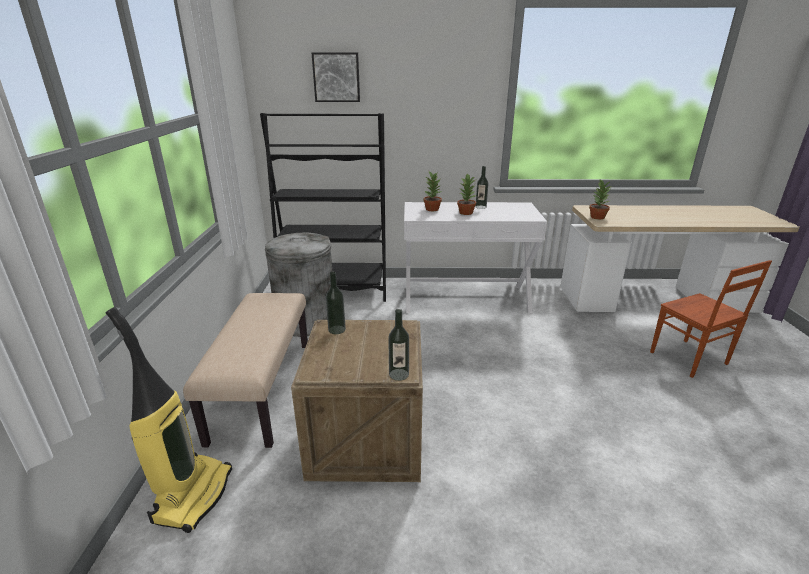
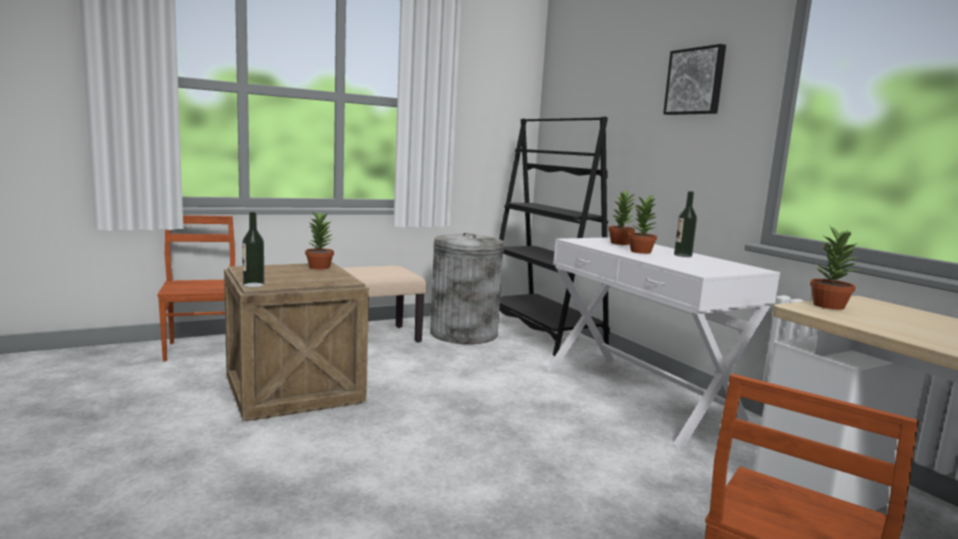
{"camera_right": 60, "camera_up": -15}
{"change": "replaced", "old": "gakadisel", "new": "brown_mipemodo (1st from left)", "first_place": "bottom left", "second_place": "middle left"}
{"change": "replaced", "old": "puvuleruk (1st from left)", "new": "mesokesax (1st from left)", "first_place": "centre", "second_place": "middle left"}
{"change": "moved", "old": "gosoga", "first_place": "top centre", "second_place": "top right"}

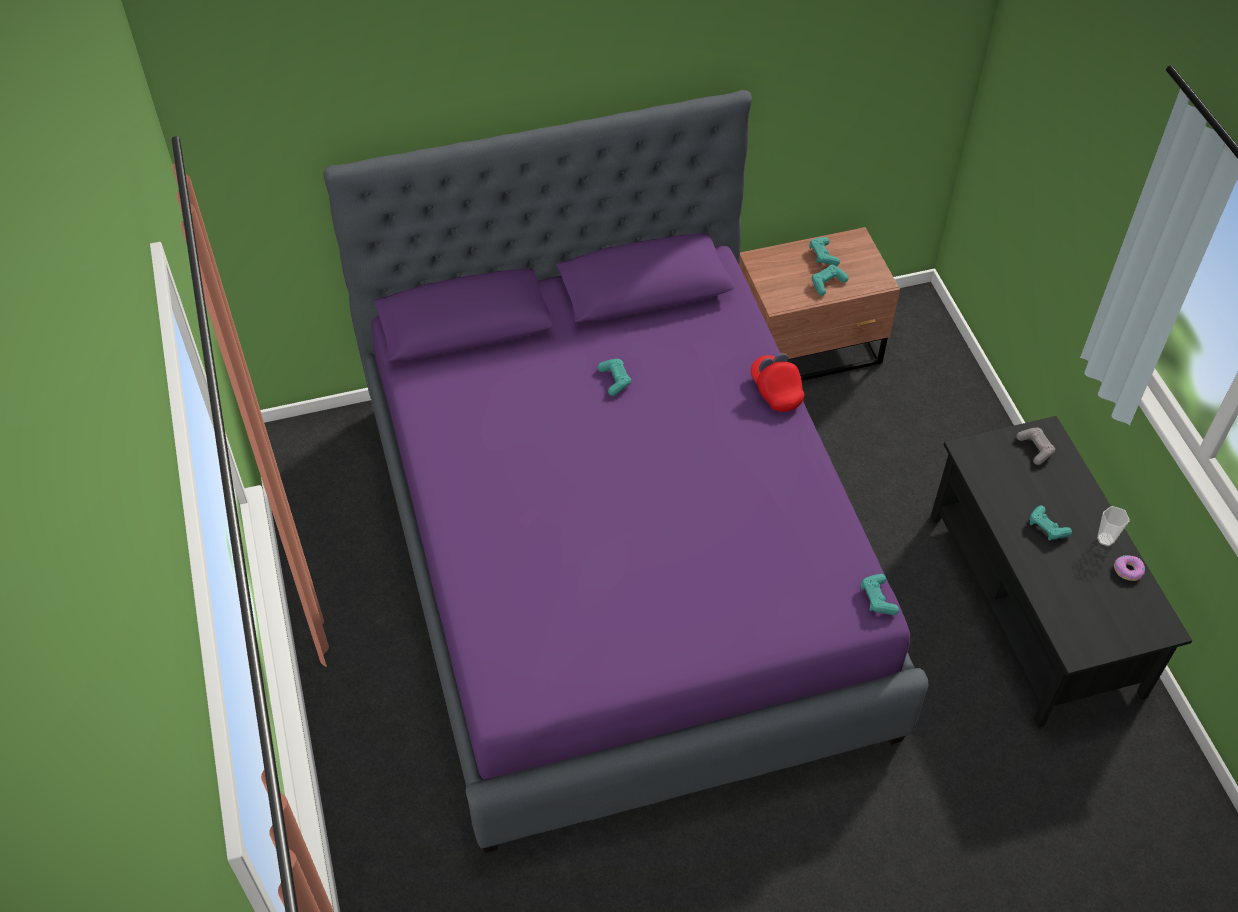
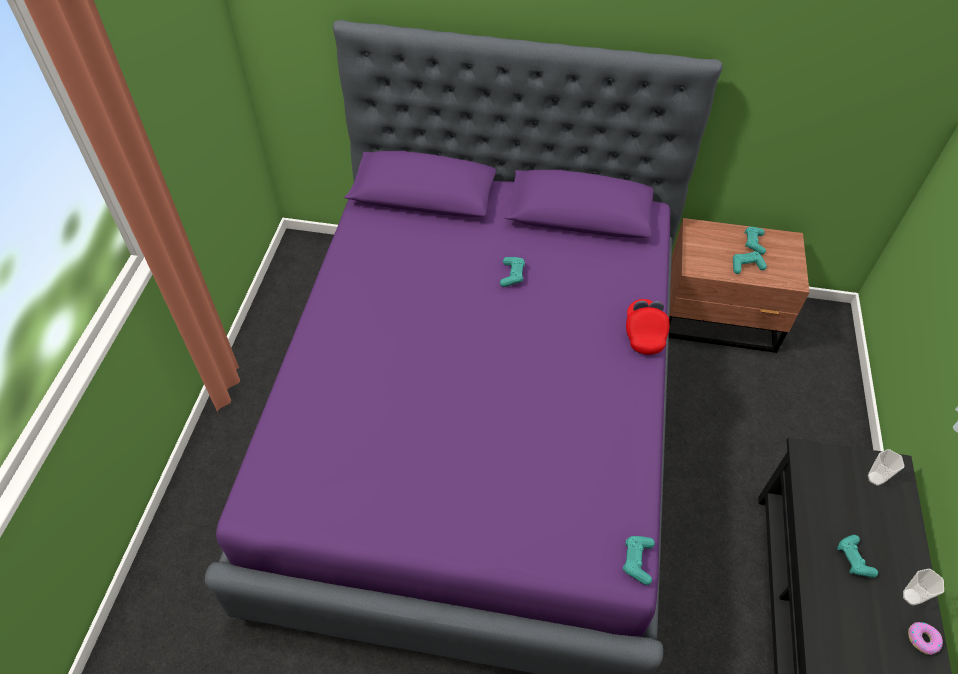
{"camera_right": 25, "camera_up": 0}
{"change": "replaced", "old": "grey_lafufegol", "new": "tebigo (1st from left)", "first_place": "middle right", "second_place": "bottom right"}

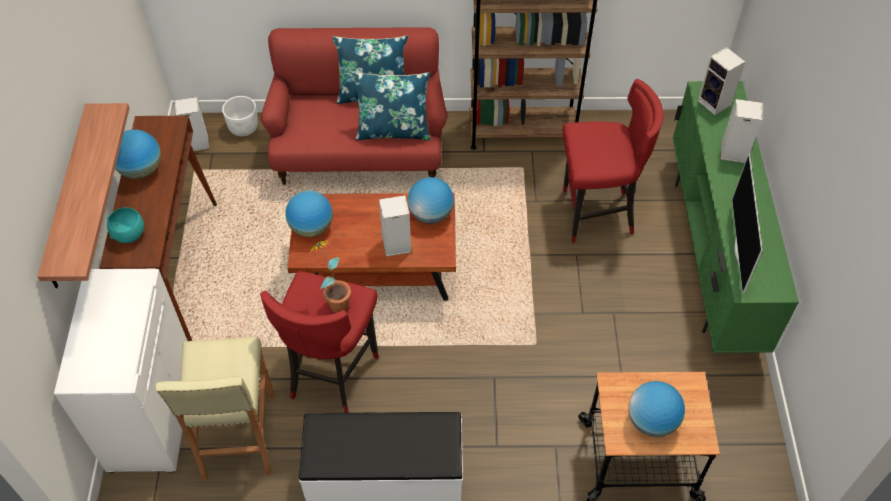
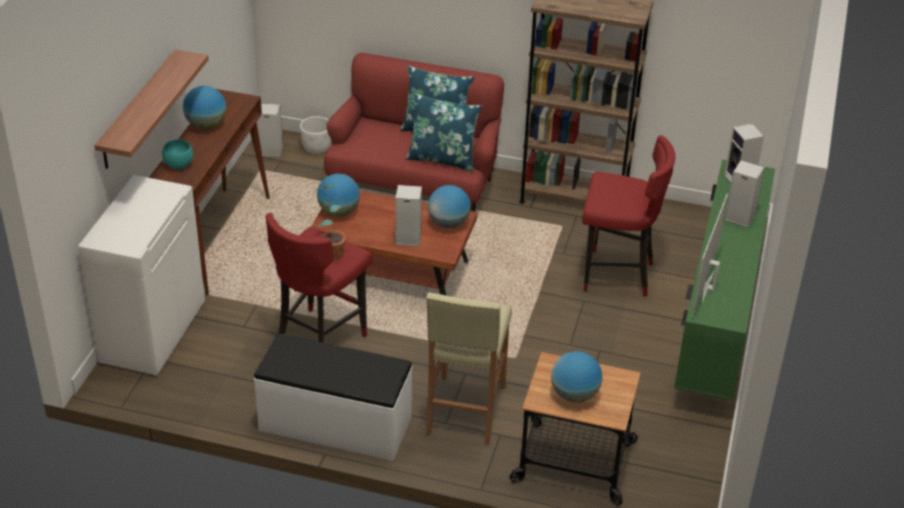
{"camera_right": 15, "camera_up": -15}
{"change": "moved", "old": "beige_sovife", "first_place": "bottom left", "second_place": "bottom centre"}

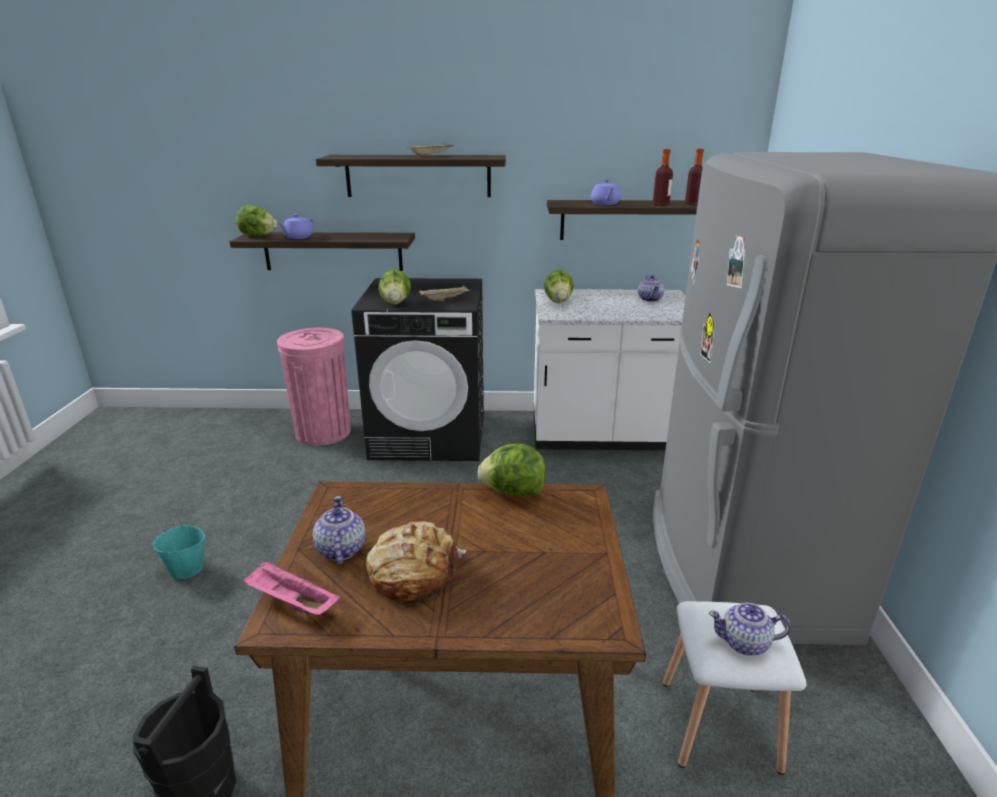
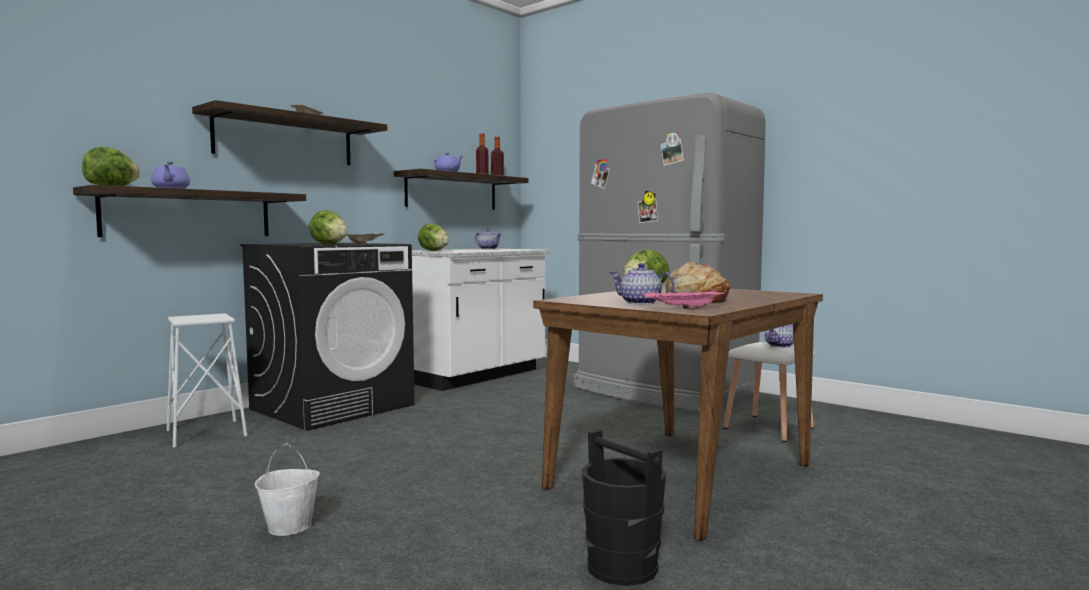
{"camera_right": -50, "camera_up": -20}
{"change": "replaced", "old": "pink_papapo", "new": "white_sovife (1st from left)", "first_place": "middle left", "second_place": "middle left"}
{"change": "recoloured", "old": "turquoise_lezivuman", "new": "white_lezivuman", "first_place": "bottom left", "second_place": "bottom left"}

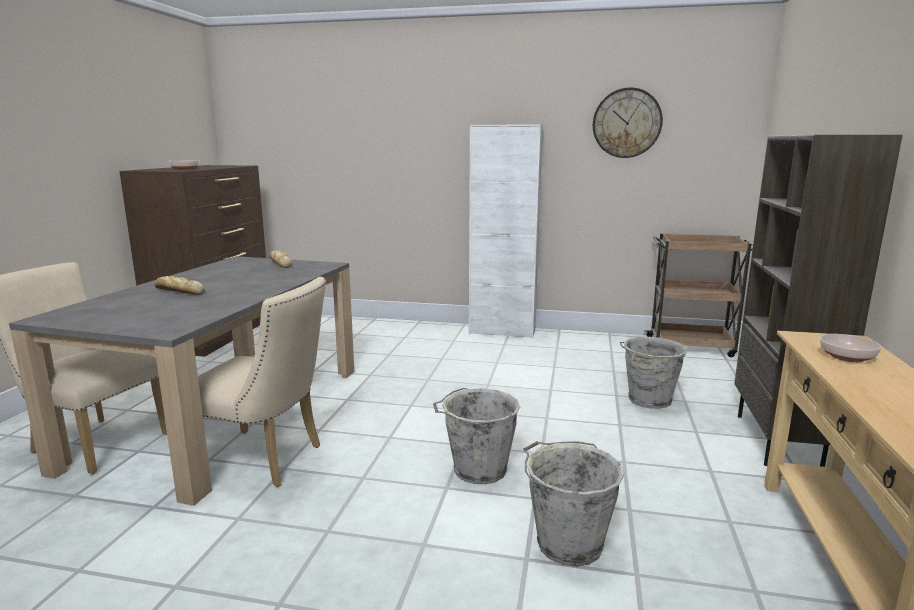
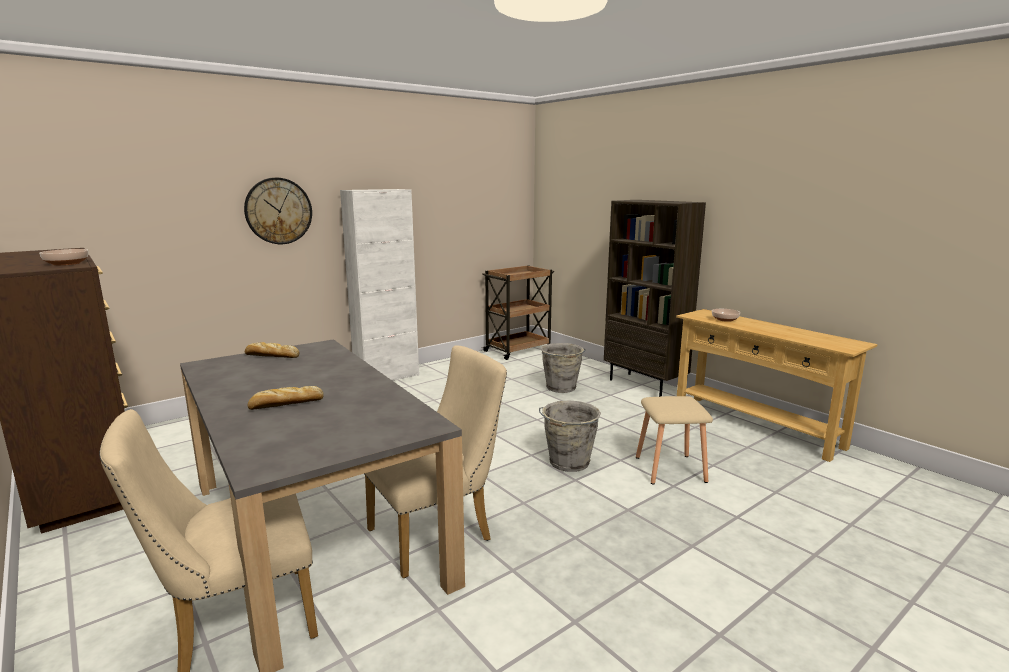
{"camera_right": -50, "camera_up": 0}
{"change": "moved", "old": "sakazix", "first_place": "top right", "second_place": "top left"}
{"change": "replaced", "old": "grey_lezivuman (2nd from left)", "new": "beige_sovife", "first_place": "bottom centre", "second_place": "middle right"}

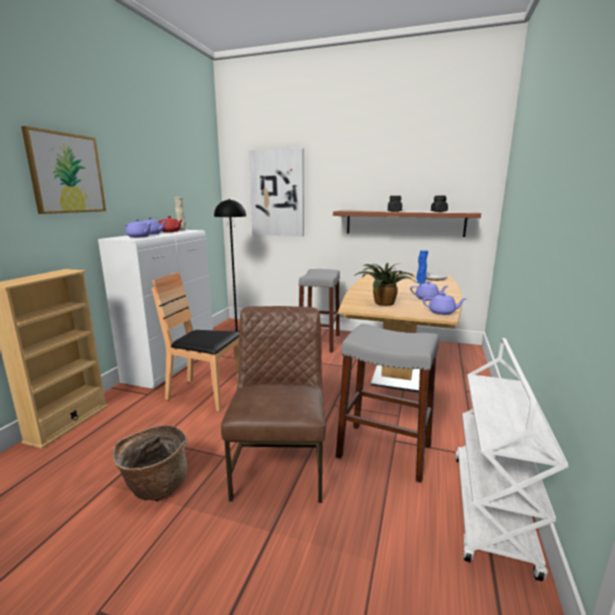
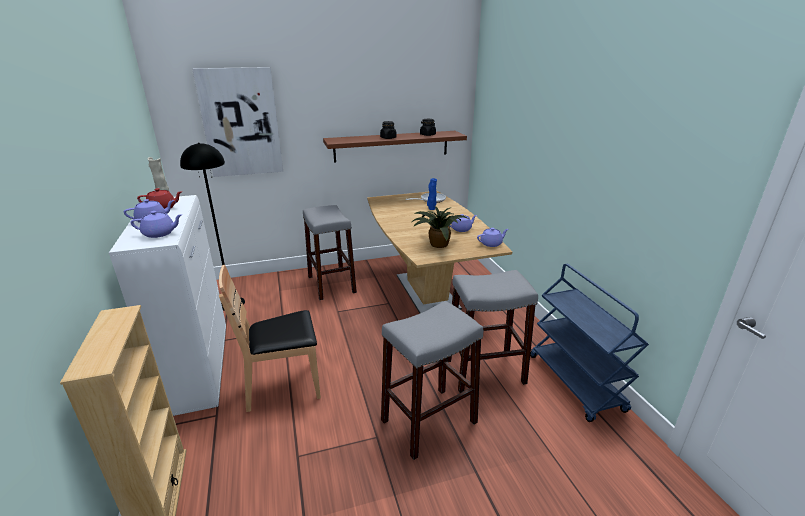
{"camera_right": -35, "camera_up": 10}
{"change": "replaced", "old": "brown_mipemodo (2nd from left)", "new": "grey_sovife (2nd from left)", "first_place": "centre", "second_place": "bottom centre"}
{"change": "recoloured", "old": "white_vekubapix", "new": "blue_vekubapix", "first_place": "bottom right", "second_place": "middle right"}
{"change": "removed", "old": "gosoga (1st from left)", "first_place": "top left"}
{"change": "removed", "old": "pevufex", "first_place": "bottom left"}

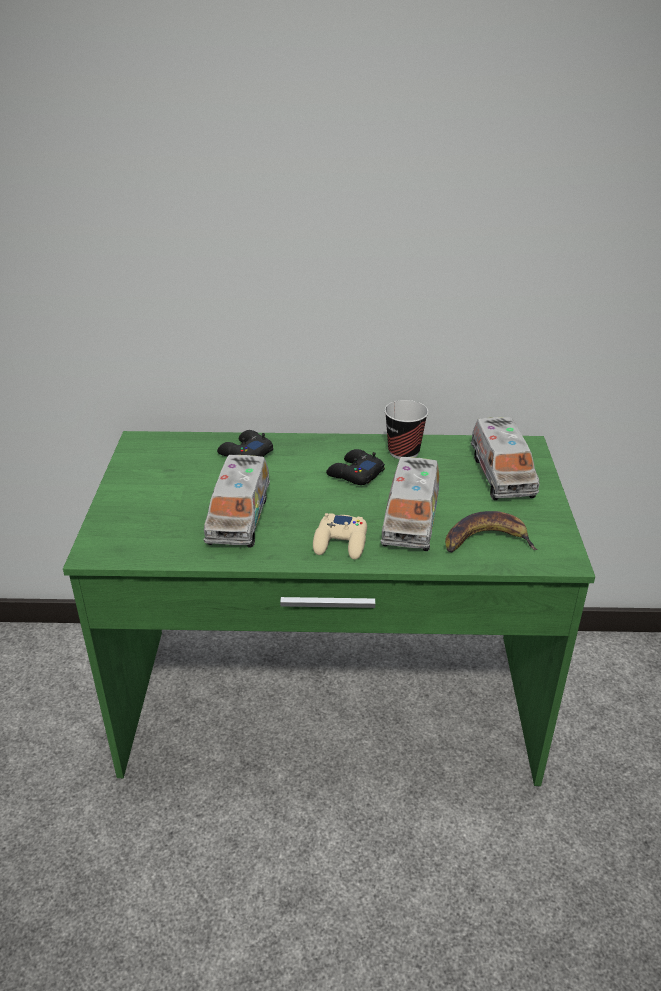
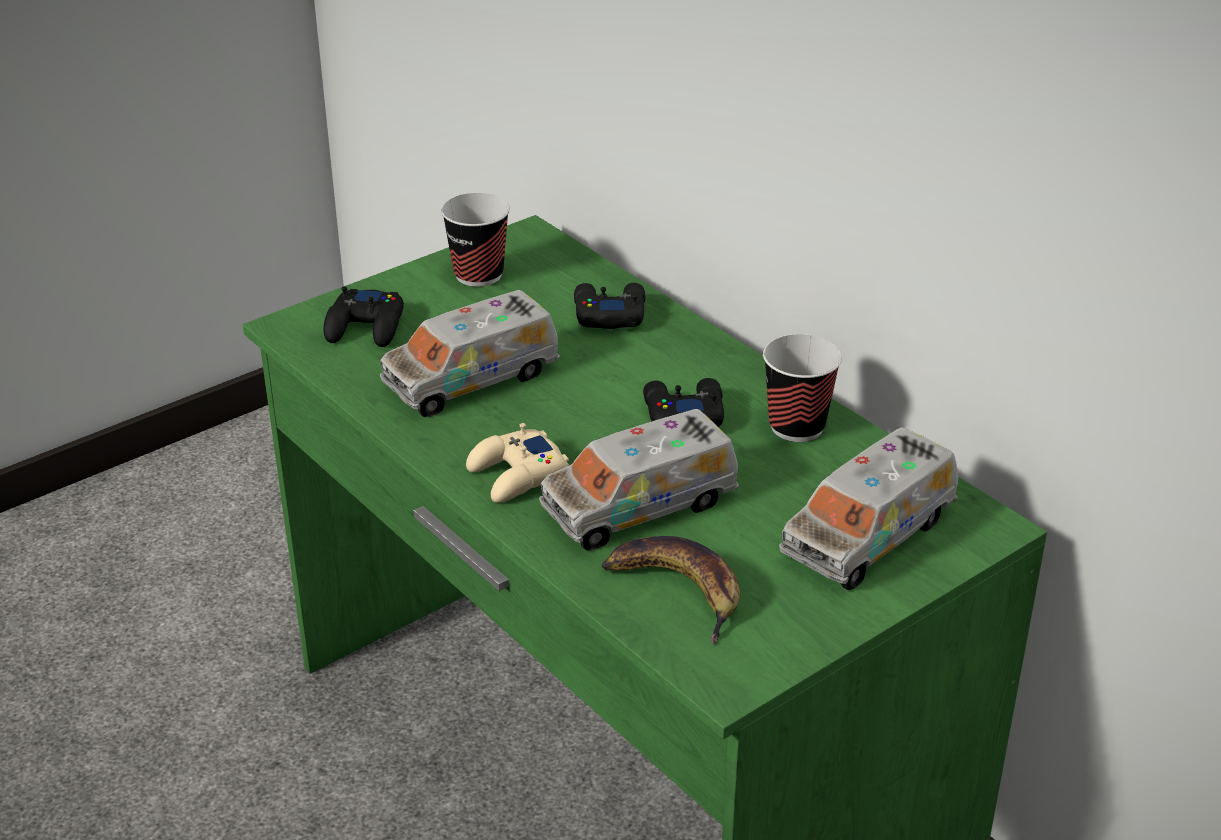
{"camera_right": 50, "camera_up": 0}
{"change": "added", "new": "black_lafufegol (1st from left)", "second_place": "middle left"}
{"change": "added", "new": "tebigo (1st from left)", "second_place": "top centre"}

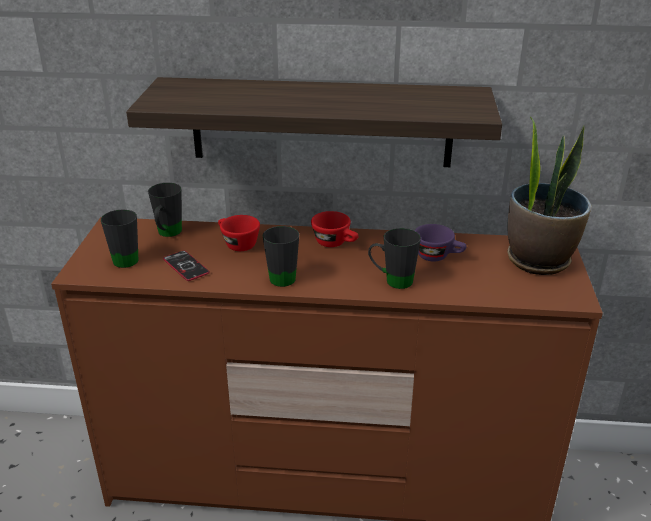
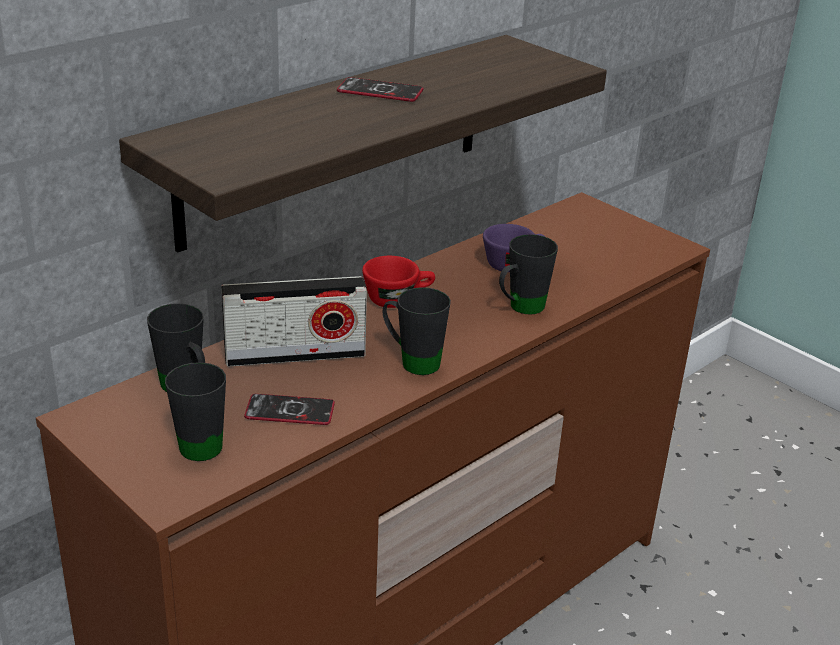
{"camera_right": -50, "camera_up": 0}
{"change": "replaced", "old": "red_tebigo (1st from left)", "new": "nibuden", "first_place": "centre", "second_place": "centre"}
{"change": "added", "new": "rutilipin (2nd from left)", "second_place": "top centre"}
{"change": "removed", "old": "mesokesax", "first_place": "middle right"}

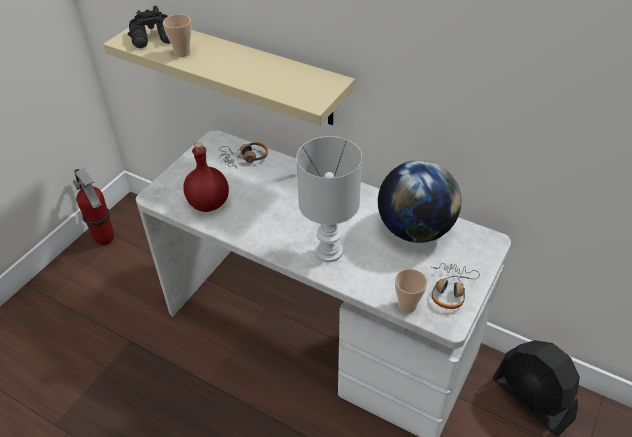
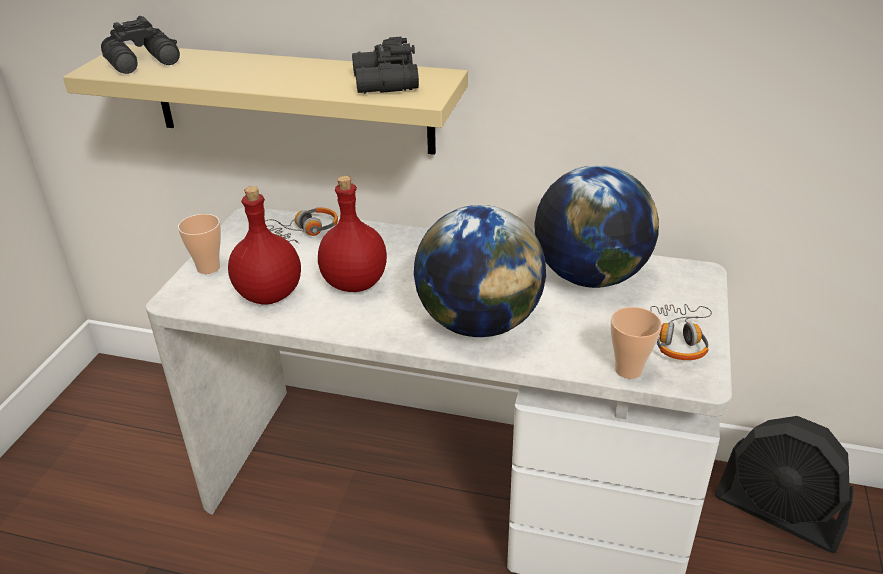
{"camera_right": -15, "camera_up": -10}
{"change": "moved", "old": "tebigo (1st from left)", "first_place": "top left", "second_place": "middle left"}
{"change": "added", "new": "red_puvuleruk (2nd from left)", "second_place": "centre"}
{"change": "added", "new": "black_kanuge (2nd from left)", "second_place": "top centre"}
{"change": "replaced", "old": "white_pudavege", "new": "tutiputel (1st from left)", "first_place": "centre", "second_place": "centre"}
{"change": "removed", "old": "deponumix", "first_place": "middle left"}

